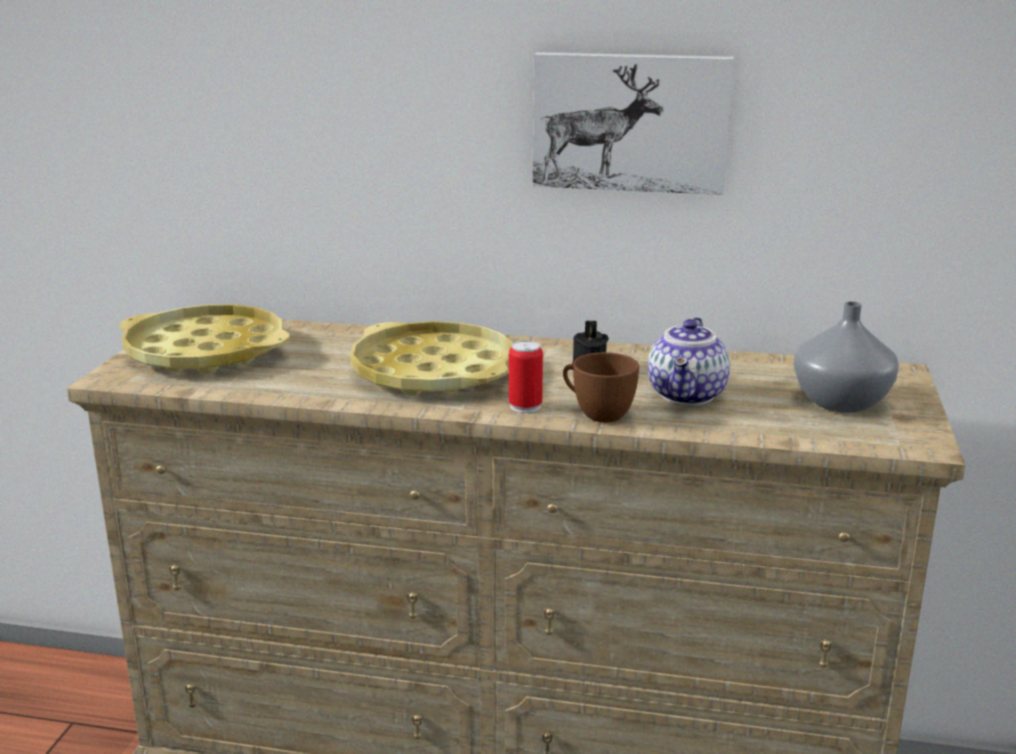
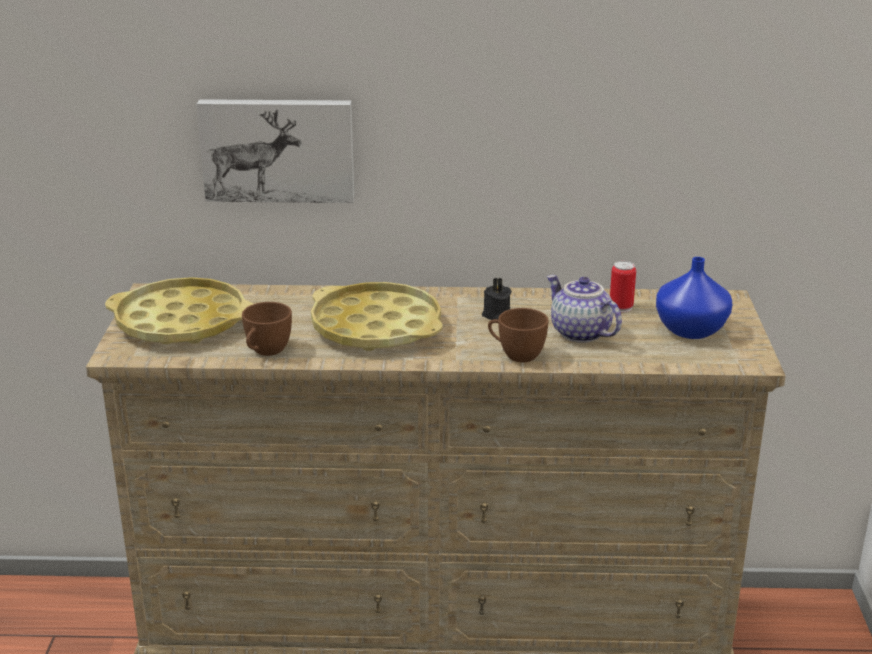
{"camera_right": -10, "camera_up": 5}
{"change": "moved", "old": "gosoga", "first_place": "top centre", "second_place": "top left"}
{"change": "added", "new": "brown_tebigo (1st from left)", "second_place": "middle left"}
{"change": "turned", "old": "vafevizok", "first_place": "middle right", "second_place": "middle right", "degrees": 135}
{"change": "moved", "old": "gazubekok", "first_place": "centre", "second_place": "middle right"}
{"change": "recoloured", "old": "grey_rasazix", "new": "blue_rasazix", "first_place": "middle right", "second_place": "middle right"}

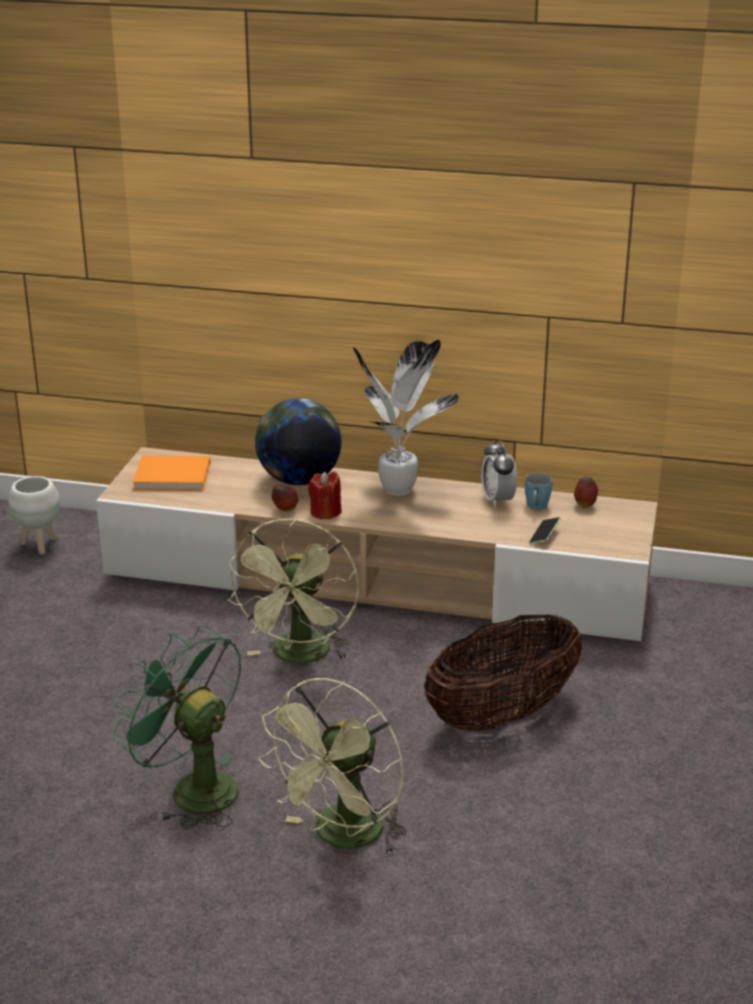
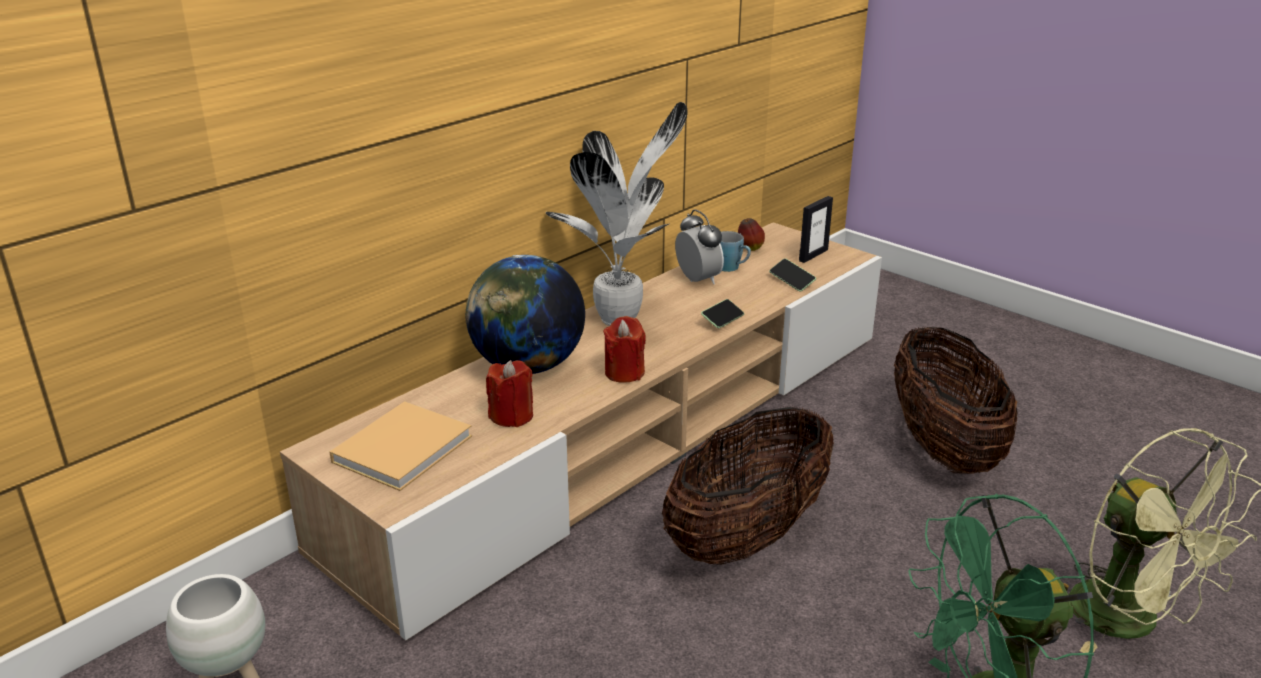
{"camera_right": -60, "camera_up": 0}
{"change": "recoloured", "old": "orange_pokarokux", "new": "beige_pokarokux", "first_place": "middle left", "second_place": "middle left"}
{"change": "added", "new": "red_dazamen (1st from left)", "second_place": "centre"}
{"change": "replaced", "old": "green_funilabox (2nd from left)", "new": "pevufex (1st from left)", "first_place": "centre", "second_place": "bottom centre"}
{"change": "turned", "old": "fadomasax", "first_place": "centre", "second_place": "centre", "degrees": -135}
{"change": "added", "new": "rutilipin (1st from left)", "second_place": "centre"}
{"change": "added", "new": "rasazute", "second_place": "centre"}
{"change": "removed", "old": "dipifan (1st from left)", "first_place": "centre"}

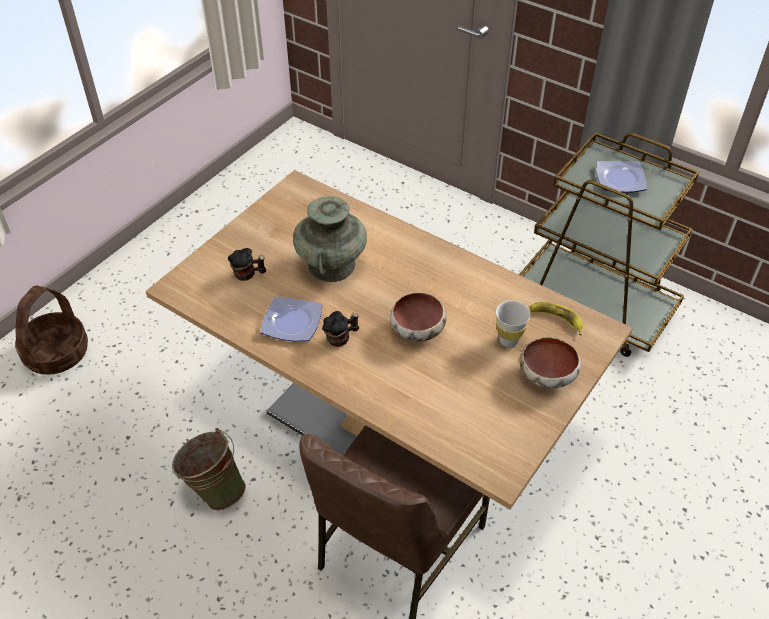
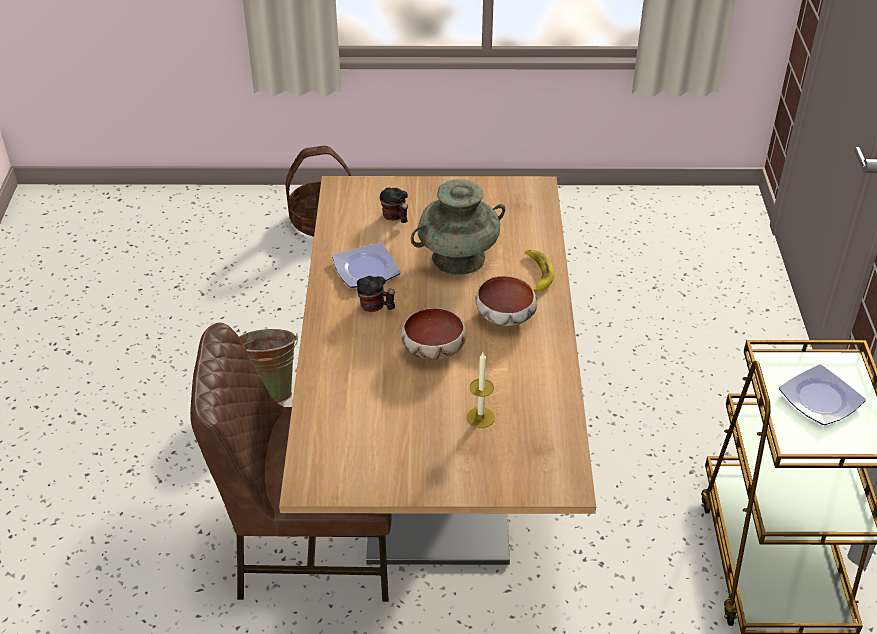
{"camera_right": 55, "camera_up": -5}
{"change": "replaced", "old": "white_tebigo", "new": "dazamen", "first_place": "middle right", "second_place": "centre"}
{"change": "moved", "old": "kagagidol (2nd from left)", "first_place": "middle right", "second_place": "centre"}
{"change": "moved", "old": "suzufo", "first_place": "middle right", "second_place": "centre"}

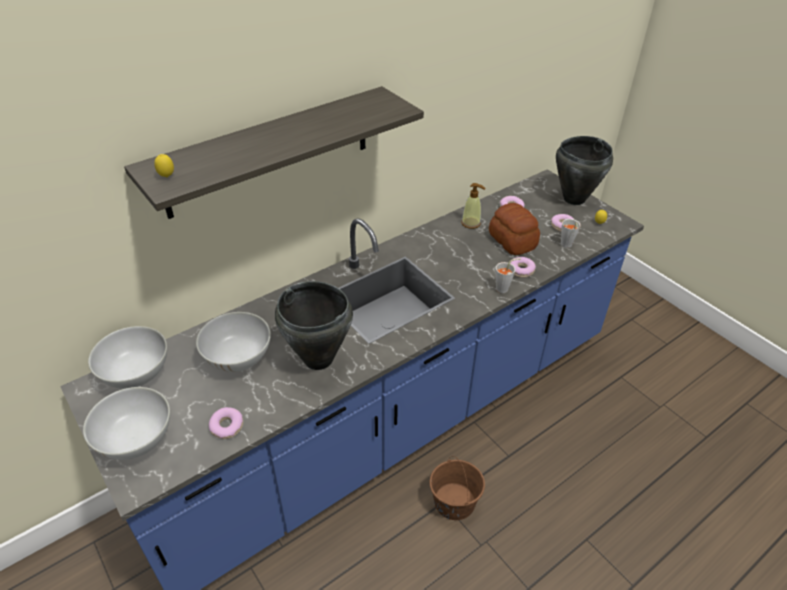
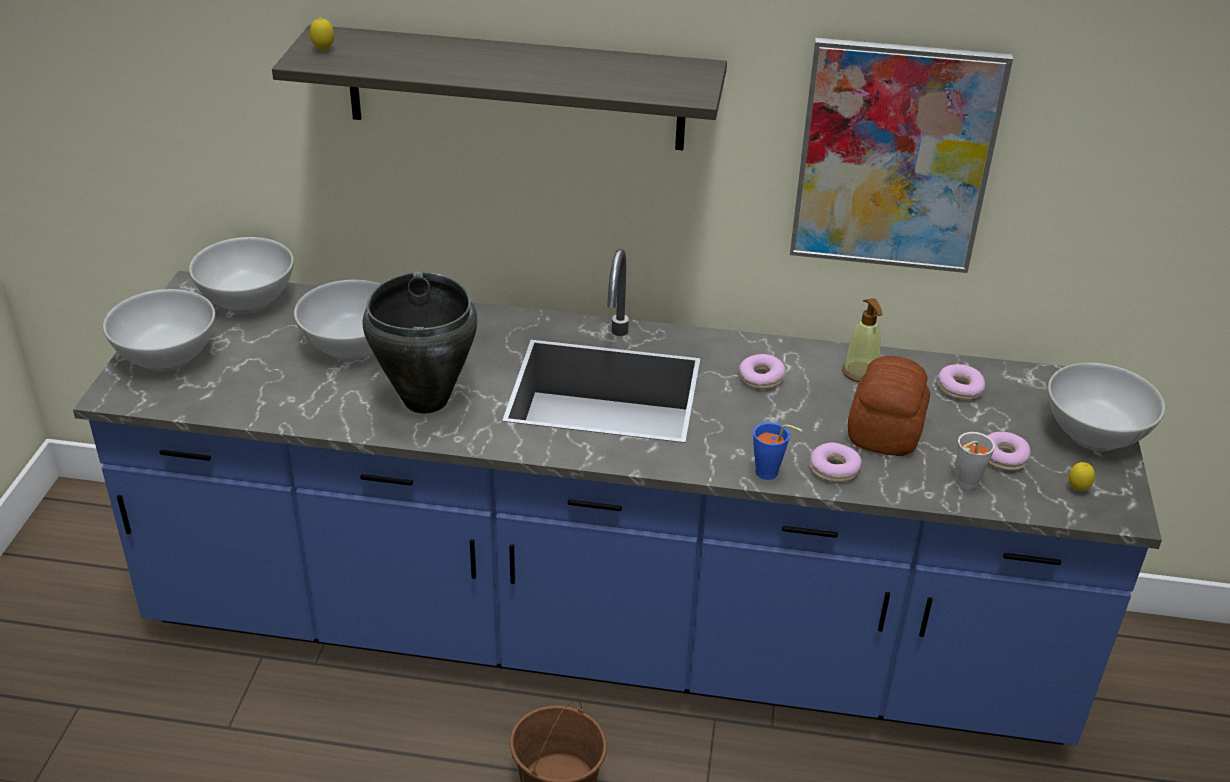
{"camera_right": 45, "camera_up": -5}
{"change": "moved", "old": "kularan (1st from left)", "first_place": "bottom left", "second_place": "centre"}
{"change": "recoloured", "old": "grey_tebigo (1st from left)", "new": "blue_tebigo", "first_place": "centre", "second_place": "centre"}
{"change": "added", "new": "gosoga", "second_place": "top right"}
{"change": "replaced", "old": "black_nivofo (2nd from left)", "new": "white_kagagidol (4th from left)", "first_place": "top right", "second_place": "middle right"}

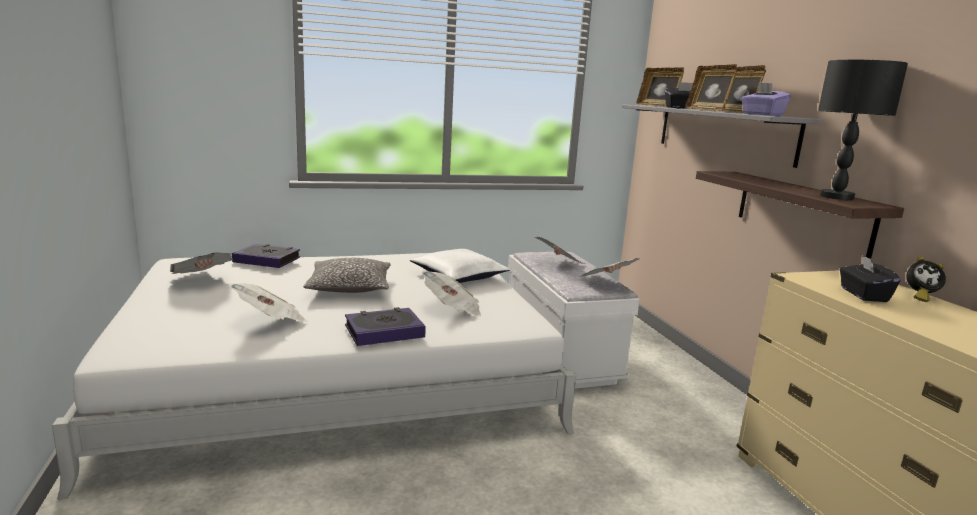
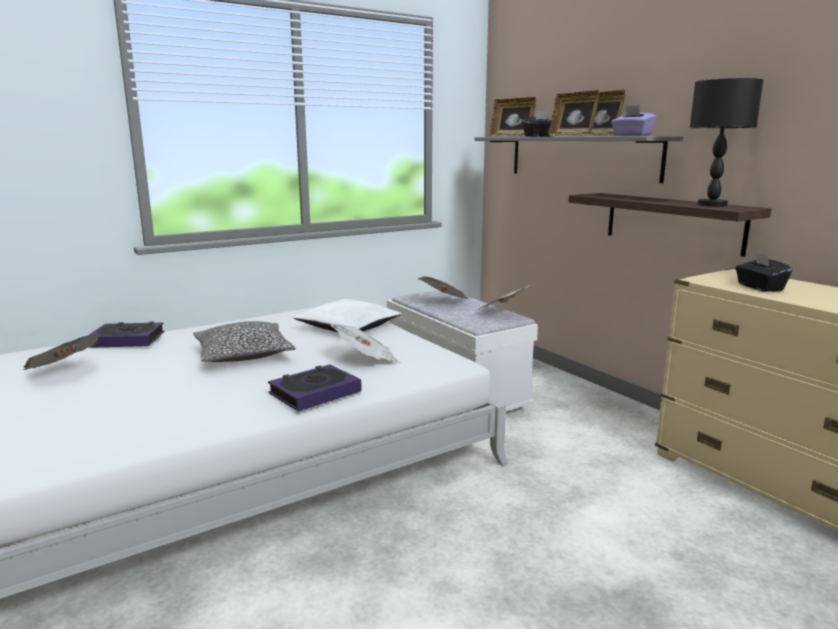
{"camera_right": -15, "camera_up": 0}
{"change": "removed", "old": "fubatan (2nd from left)", "first_place": "middle left"}
{"change": "removed", "old": "fadomasax", "first_place": "middle right"}

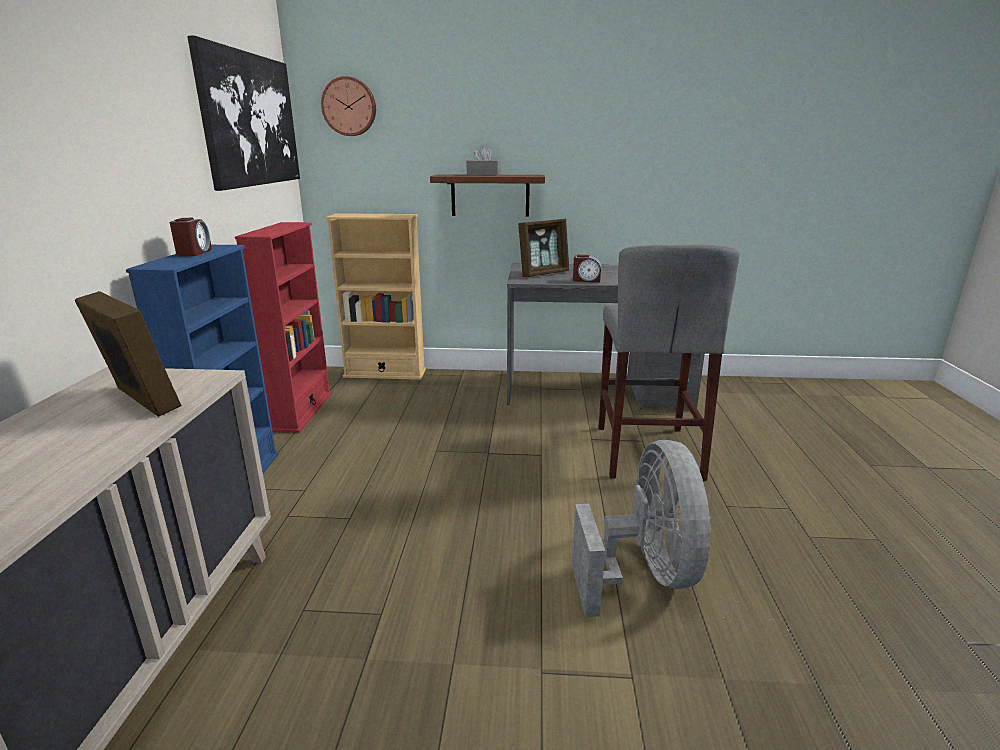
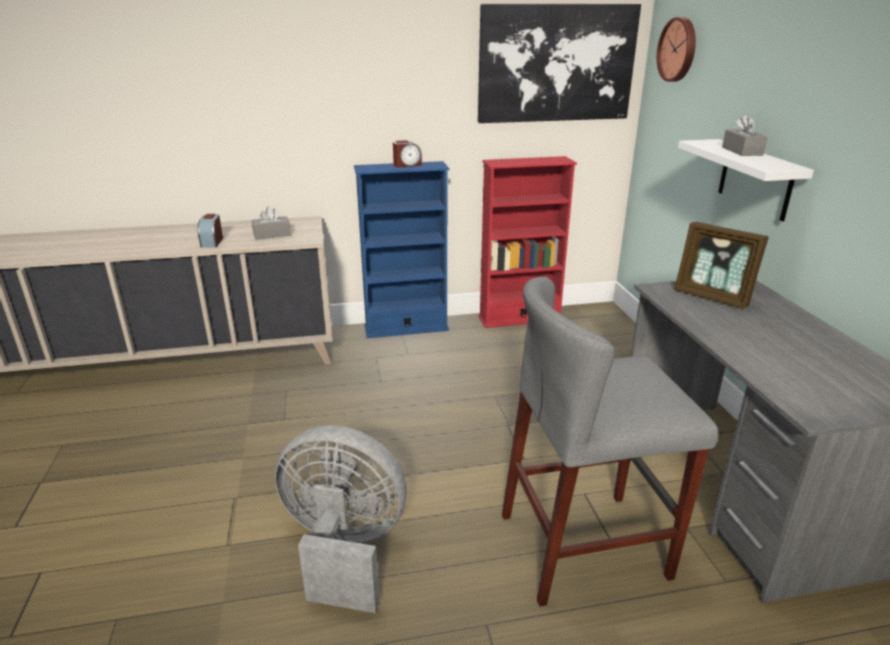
{"camera_right": 75, "camera_up": 5}
{"change": "moved", "old": "fadomasax (2nd from left in the first image)", "new": "fadomasax (1st from left)", "first_place": "centre", "second_place": "middle left"}
{"change": "replaced", "old": "rasazute (1st from left)", "new": "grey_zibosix (1st from left)", "first_place": "middle left", "second_place": "middle left"}
{"change": "turned", "old": "grey_funilabox", "first_place": "bottom centre", "second_place": "bottom centre", "degrees": -150}
{"change": "recoloured", "old": "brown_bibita", "new": "white_bibita", "first_place": "top centre", "second_place": "top right"}
{"change": "removed", "old": "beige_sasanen", "first_place": "centre"}

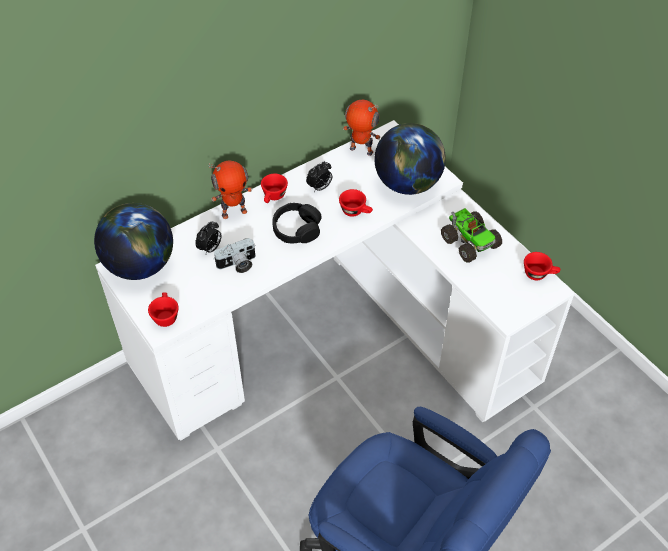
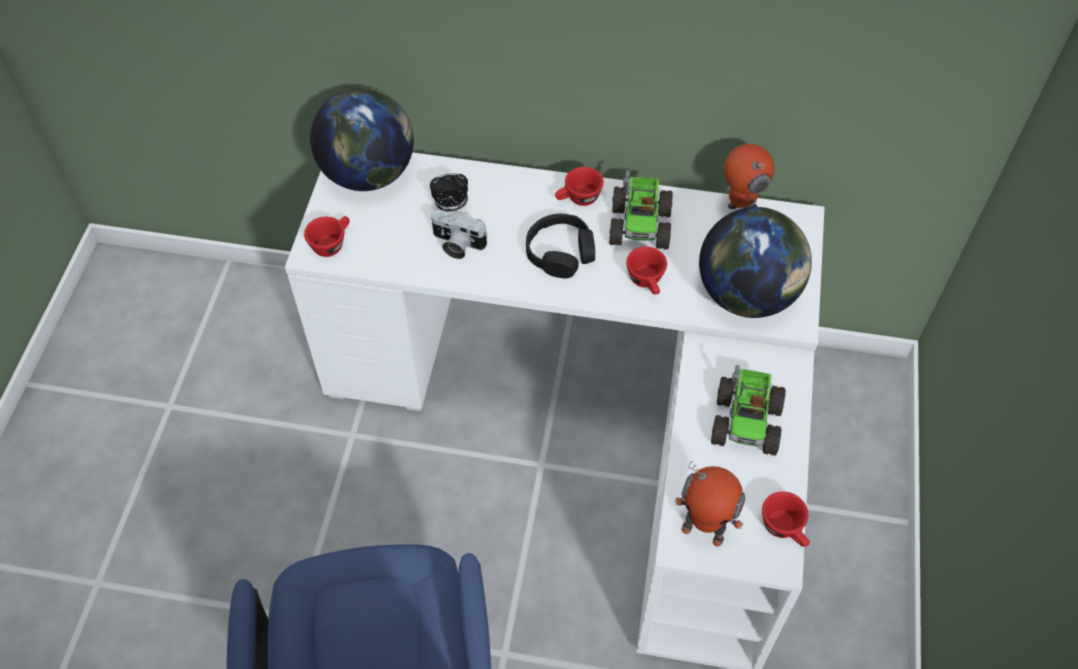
{"camera_right": 45, "camera_up": 5}
{"change": "replaced", "old": "fadomasax (2nd from left)", "new": "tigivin (1st from left)", "first_place": "top centre", "second_place": "top centre"}
{"change": "moved", "old": "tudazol (1st from left)", "first_place": "centre", "second_place": "bottom centre"}

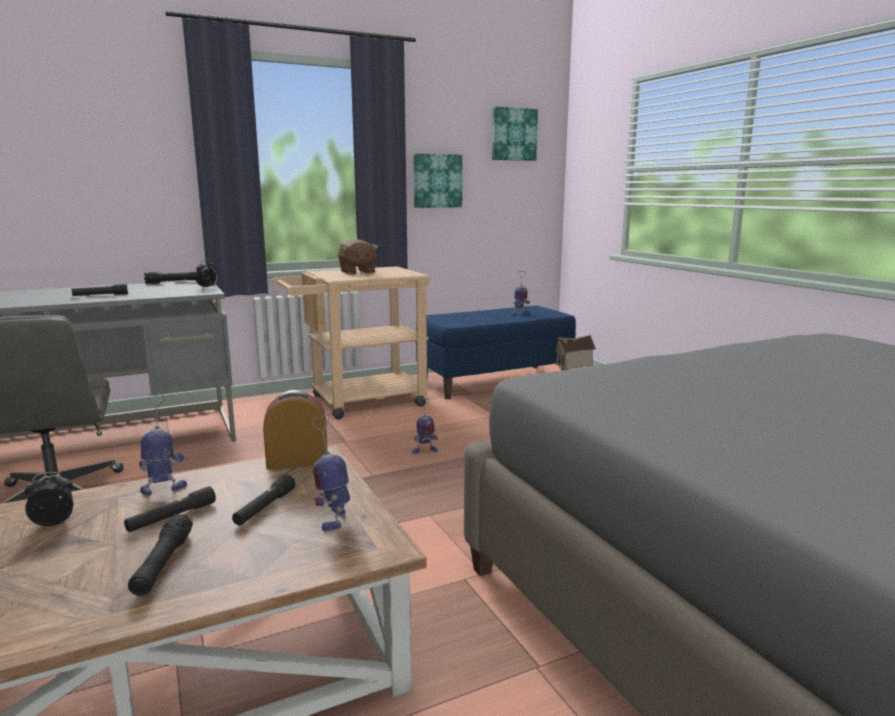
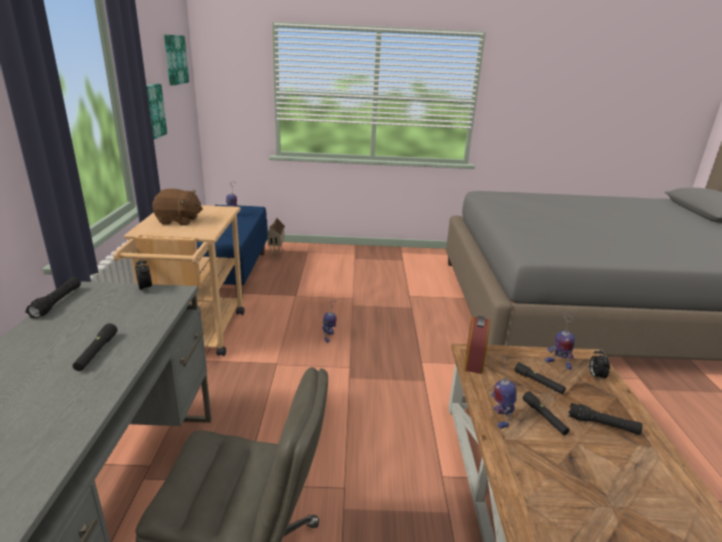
{"camera_right": -65, "camera_up": 10}
{"change": "moved", "old": "fadomasax (1st from left in the first image)", "new": "fadomasax (3rd from left)", "first_place": "bottom left", "second_place": "bottom right"}

